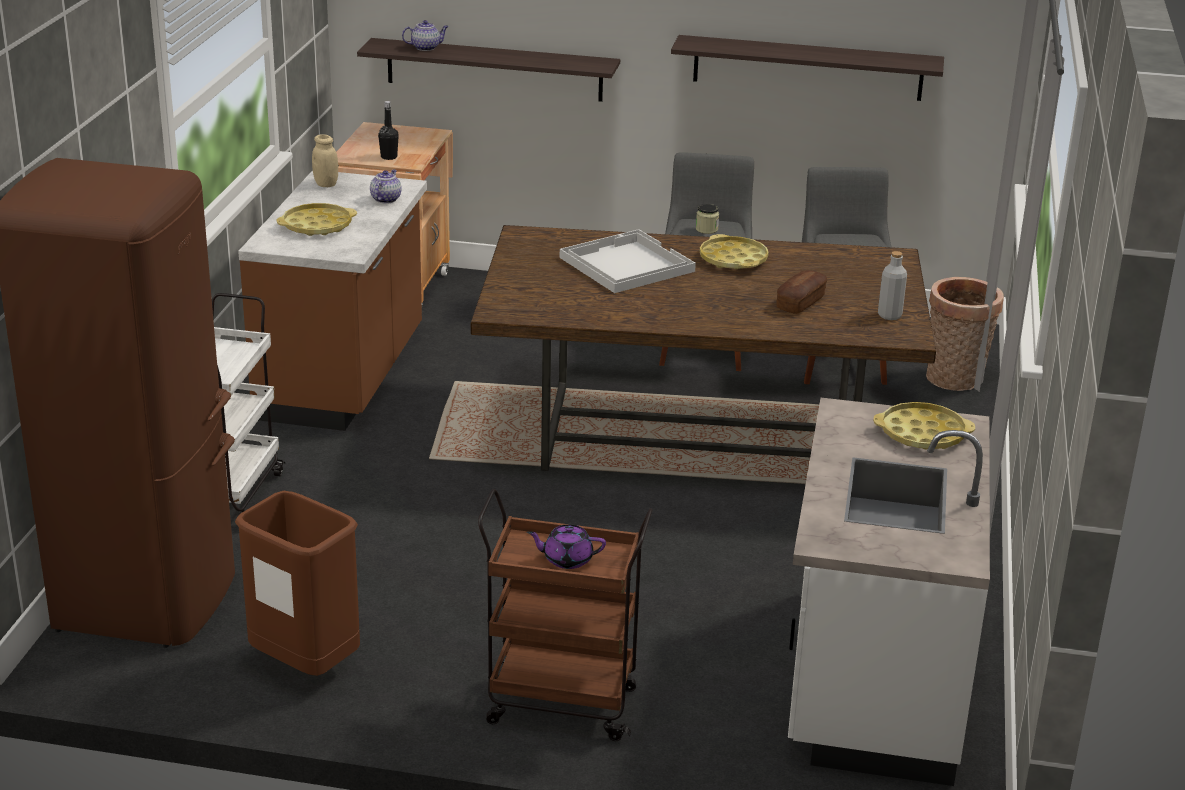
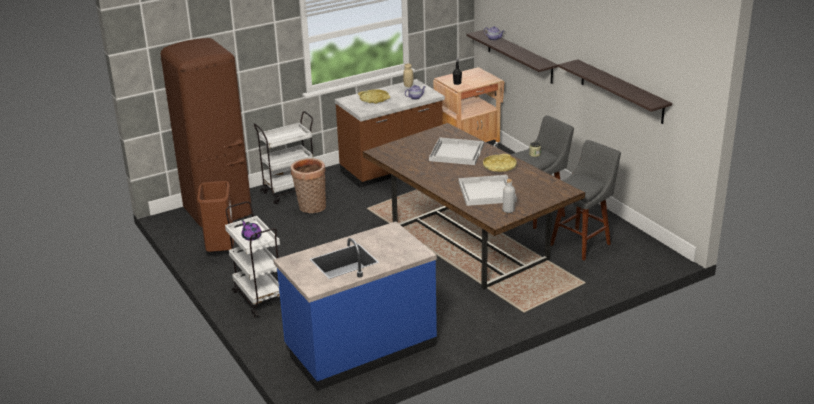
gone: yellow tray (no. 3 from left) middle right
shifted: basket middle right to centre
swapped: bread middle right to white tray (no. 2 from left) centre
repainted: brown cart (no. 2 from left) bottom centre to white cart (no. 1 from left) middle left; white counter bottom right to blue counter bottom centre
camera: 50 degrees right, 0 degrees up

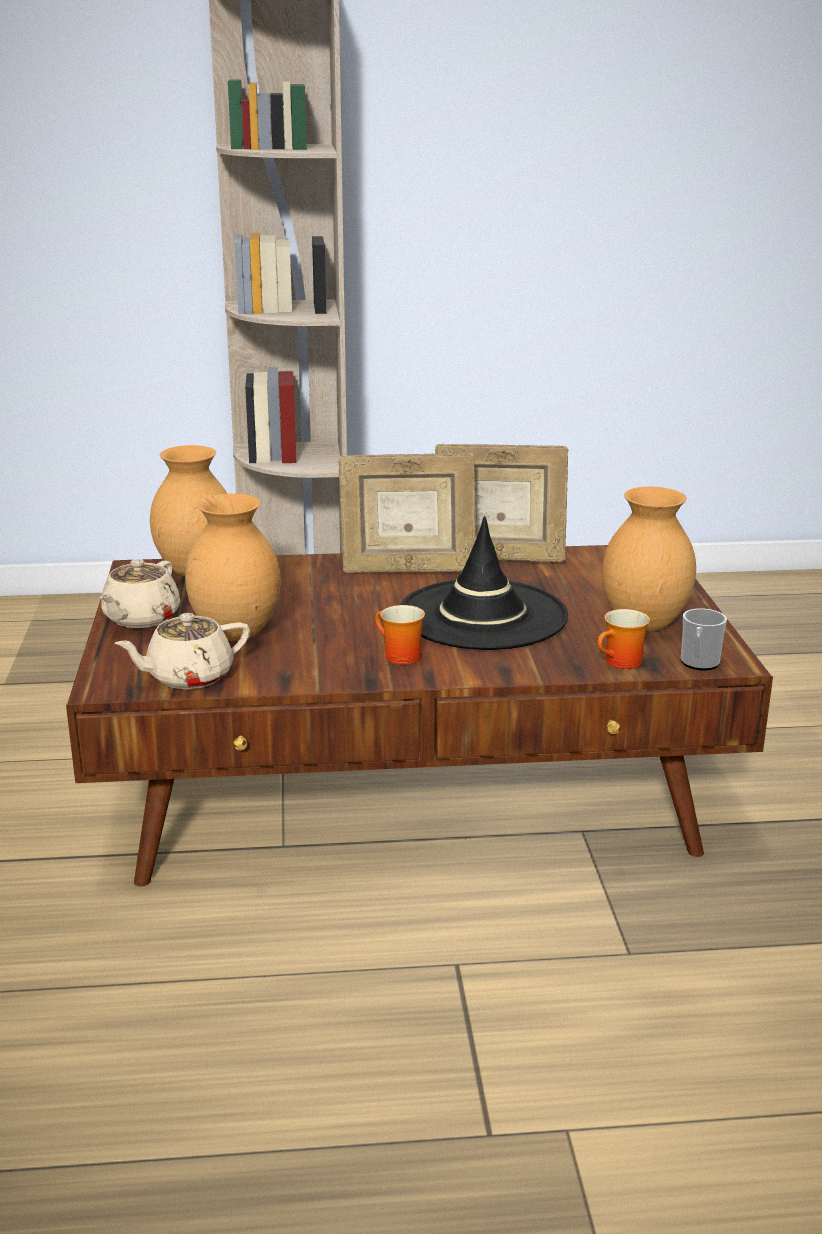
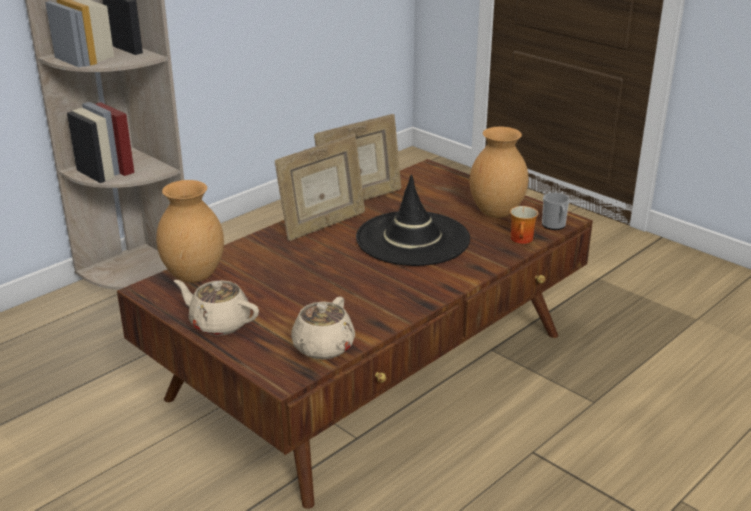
gone: brown vase (no. 2 from left) middle left; mug (no. 1 from left) centre
rotated: beige teapot (no. 1 from left) middle left = middle left 135 degrees clockwise
camera: 40 degrees left, 5 degrees up

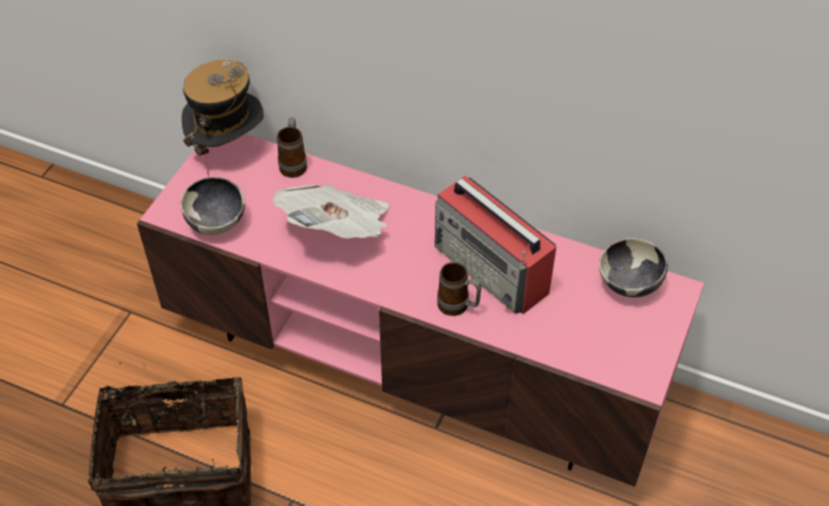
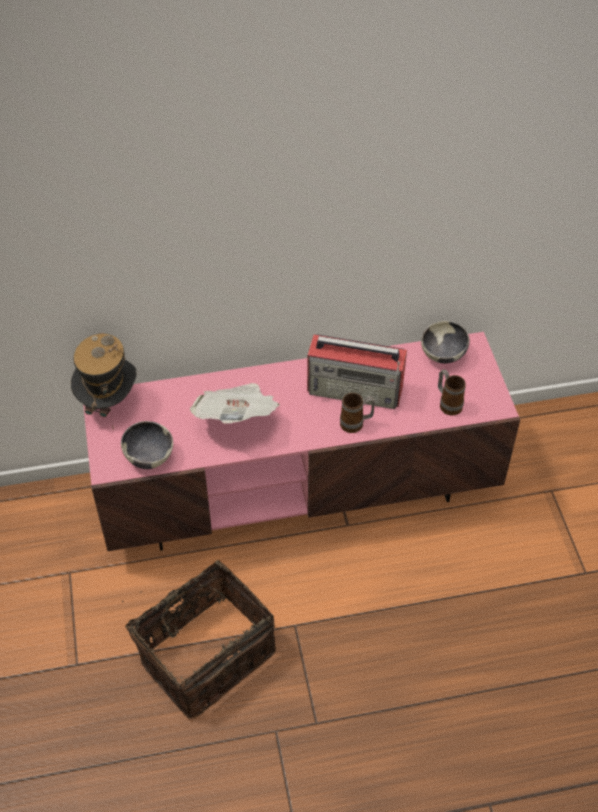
shifted: mug (no. 1 from left in the first image) top centre to mug (no. 2 from left) middle right
camera: 35 degrees left, 0 degrees up

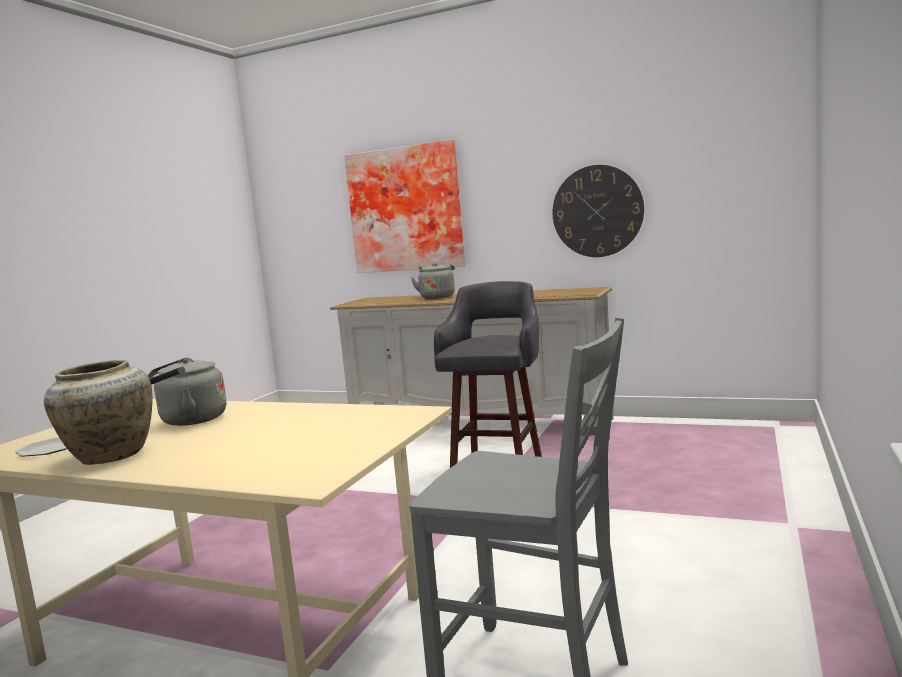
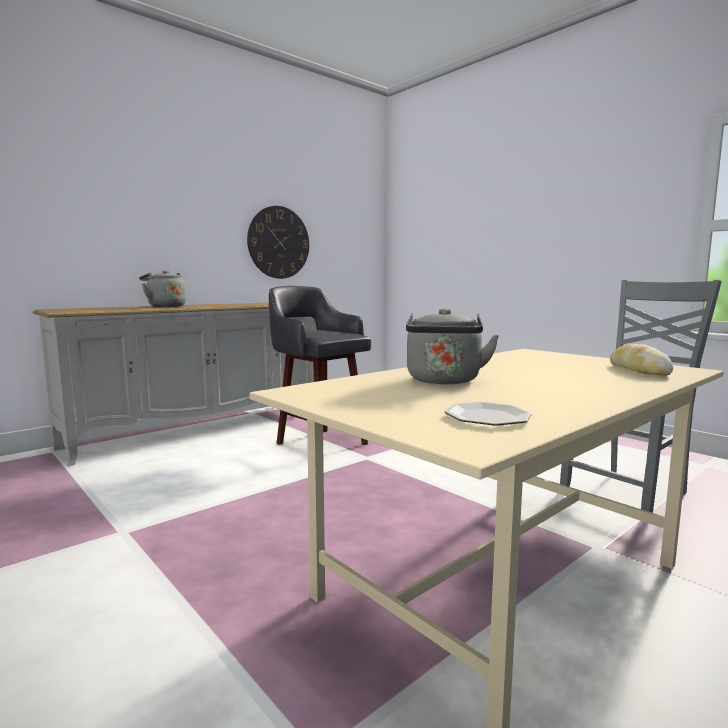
gone: beige vase middle left; picture top centre
new: bread middle right
camera: 65 degrees left, 0 degrees up

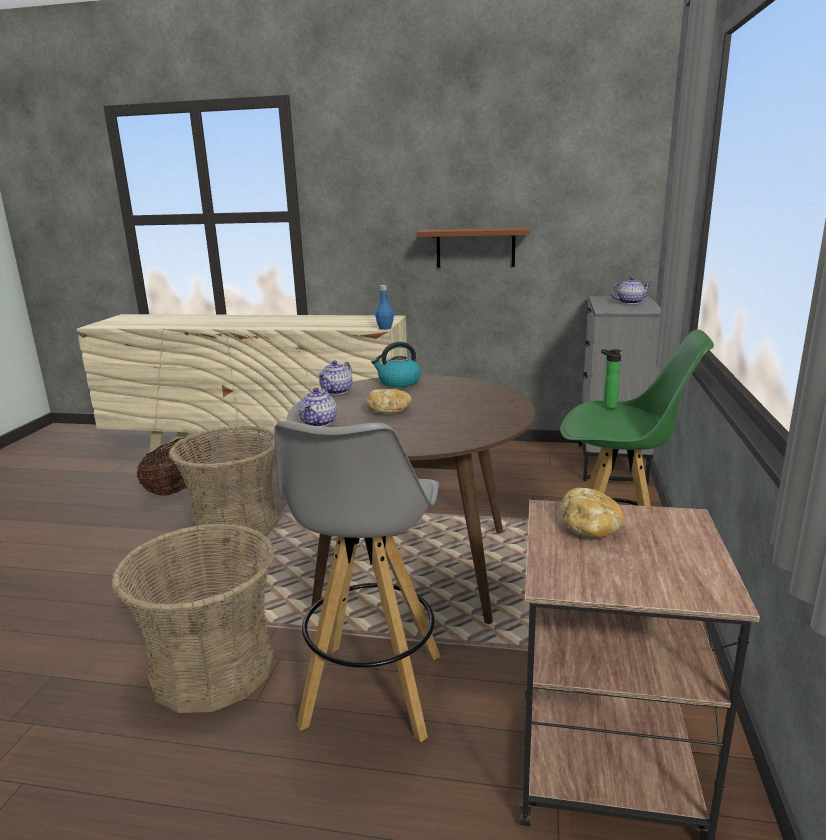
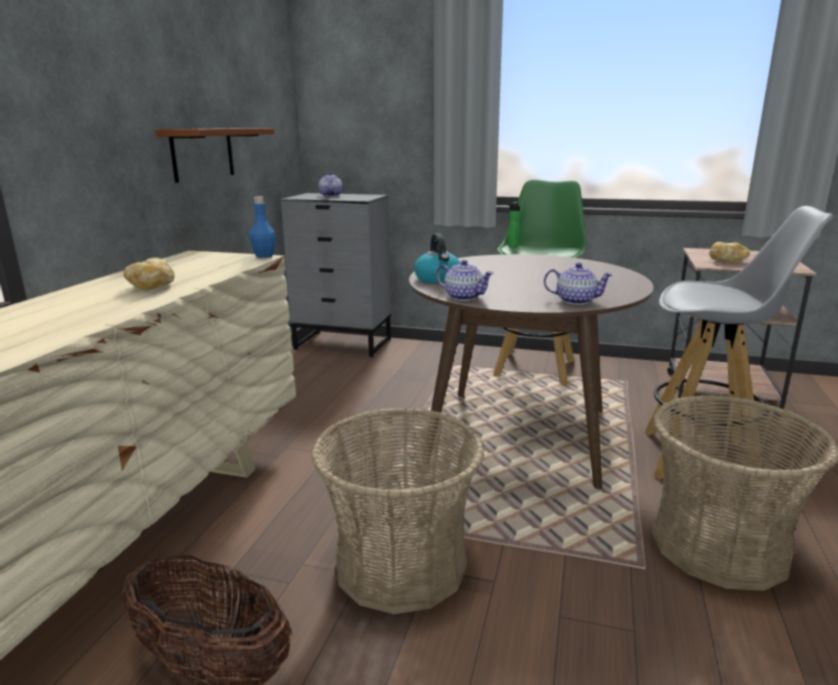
shifted: bread (no. 1 from left) centre to middle left
camera: 85 degrees left, 0 degrees up

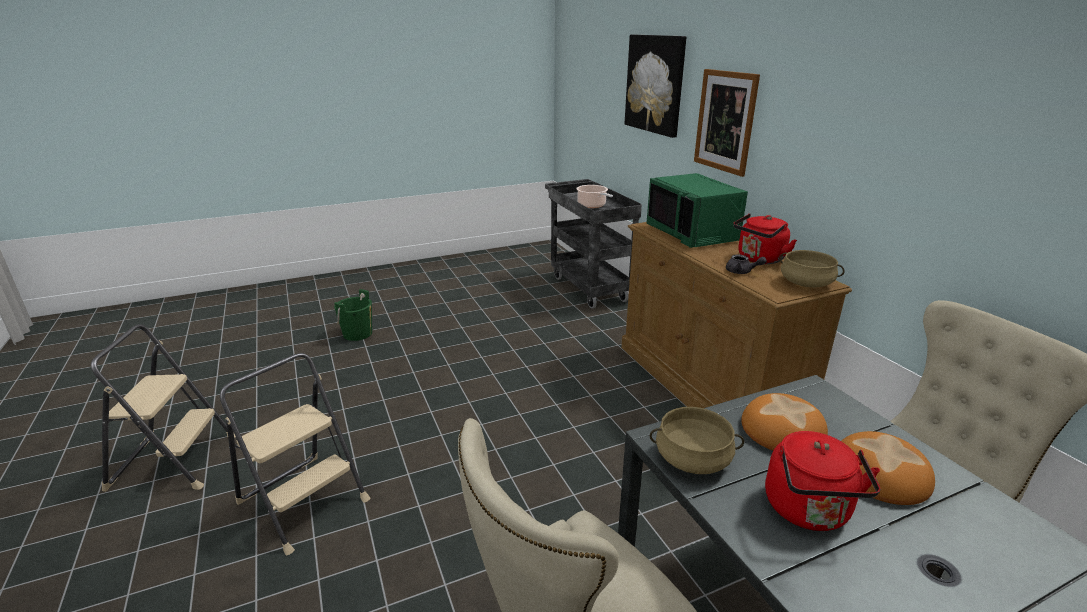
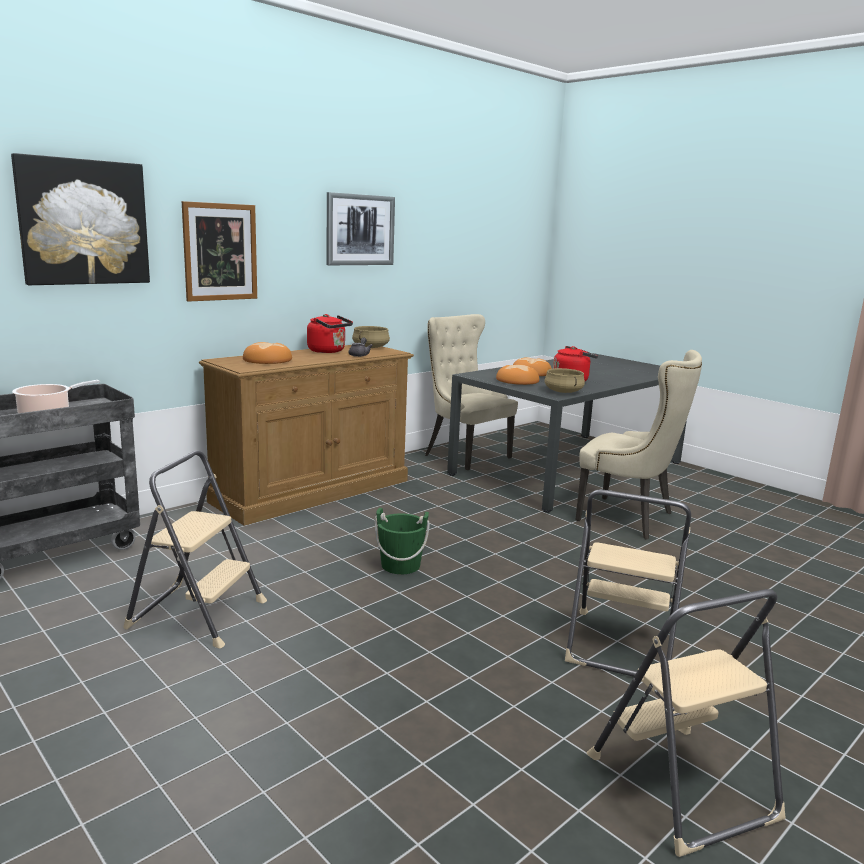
new: beige step ladder (no. 1 from left) middle left; picture (no. 3 from left) top centre
shifted: green bucket middle left to centre
swapped: green microwave centre to bread (no. 1 from left) middle left
camera: 110 degrees left, 10 degrees down

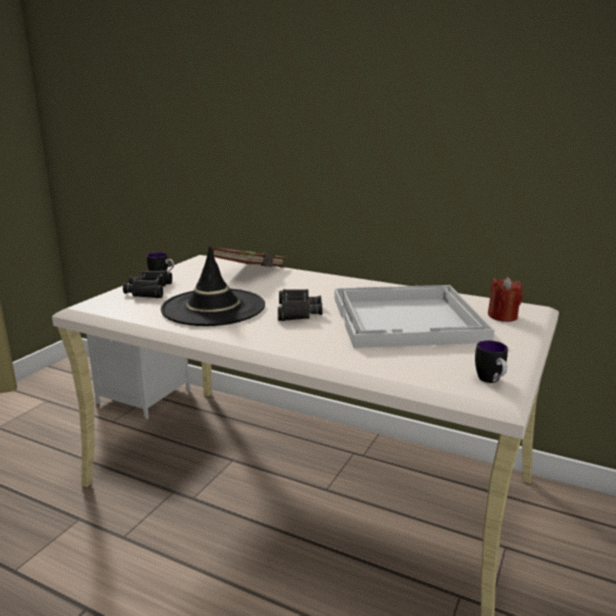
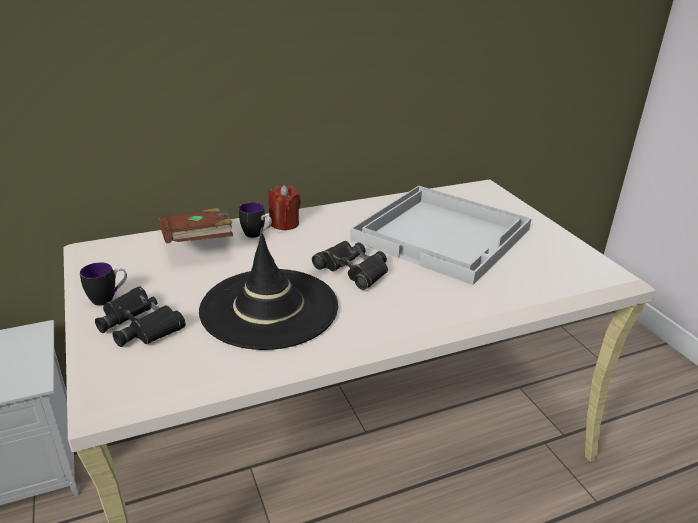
shifted: mug (no. 2 from left) middle right to centre; red candle middle right to centre
camera: 50 degrees left, 10 degrees up

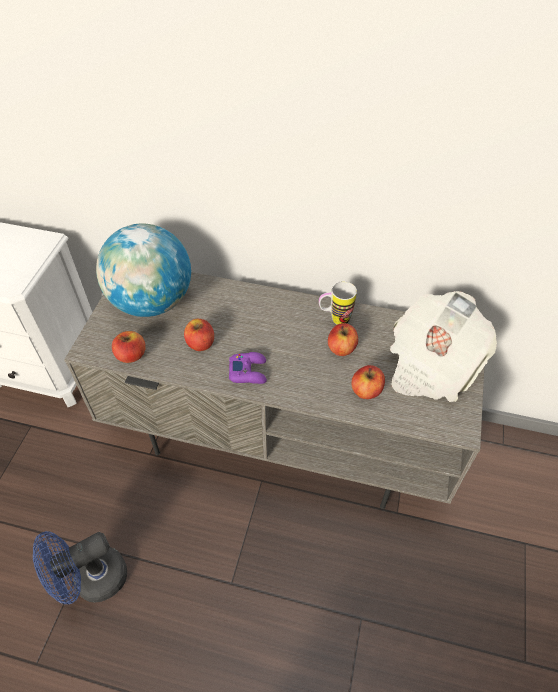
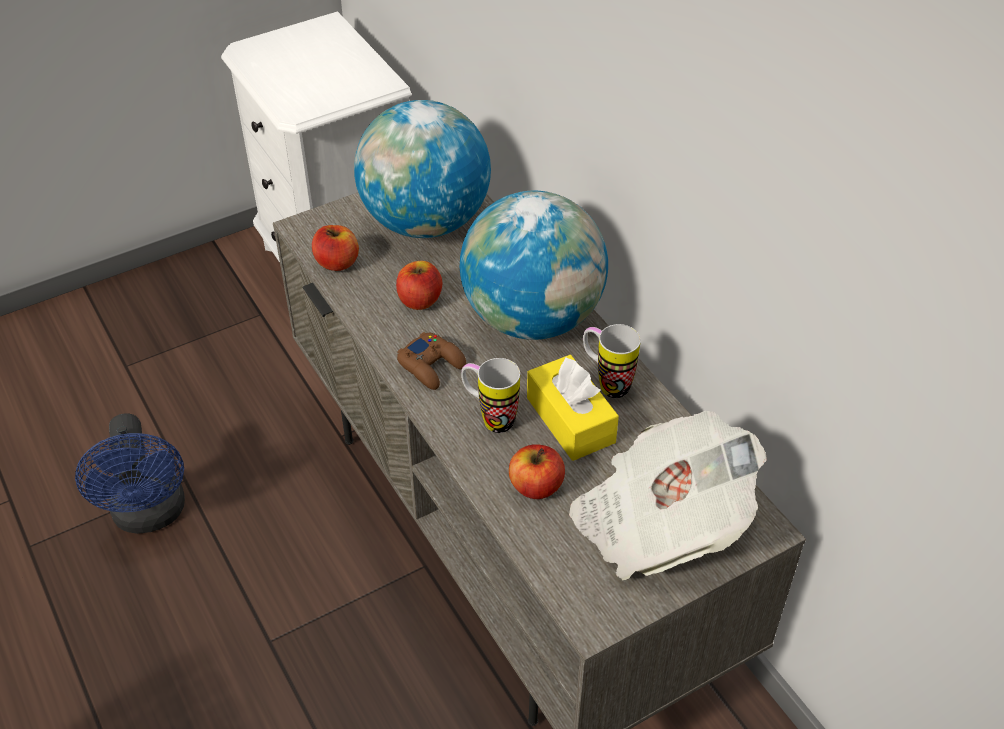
new: globe (no. 2 from left) centre; mug (no. 1 from left) centre
swapped: apple (no. 3 from left) centre to yellow tissue box centre
repainted: purple game controller centre to brown game controller centre
rotated: blue fan bottom left = middle left 120 degrees counterclockwise
camera: 45 degrees right, 5 degrees down

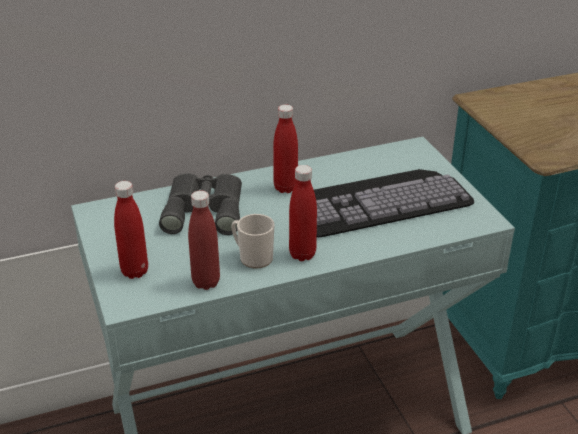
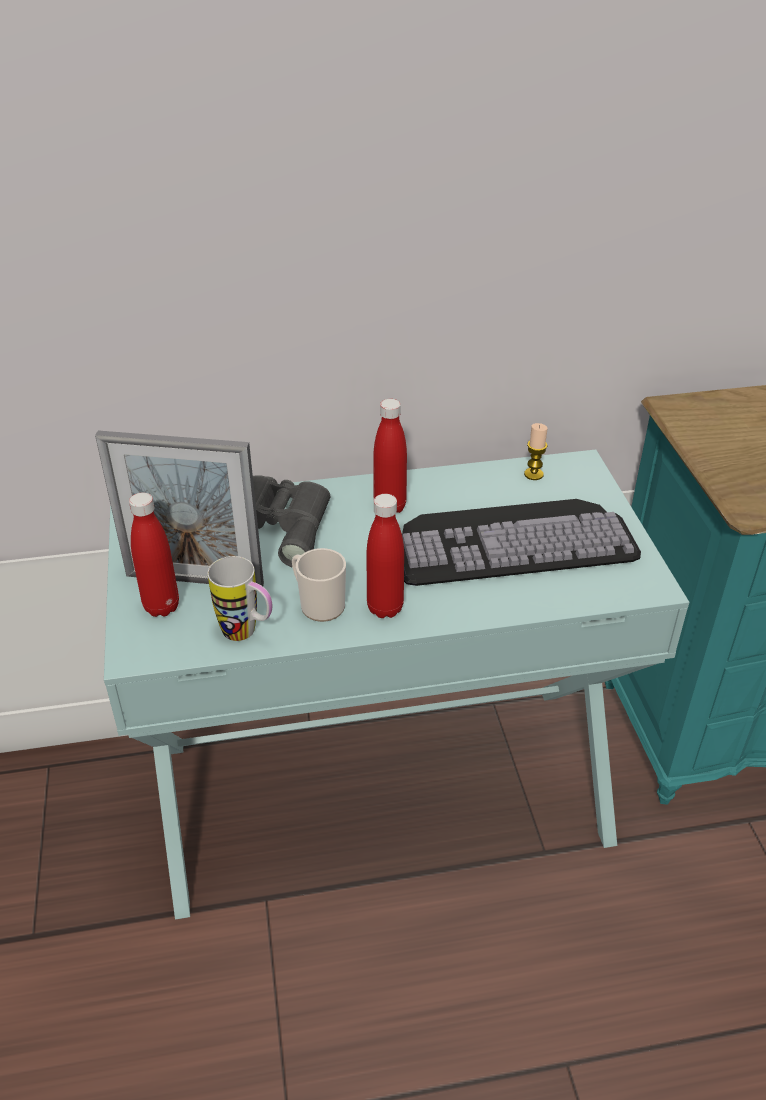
new: picture frame middle left; candle middle right
swapped: red bottle (no. 2 from left) centre to mug (no. 1 from left) middle left
camera: 10 degrees right, 5 degrees up

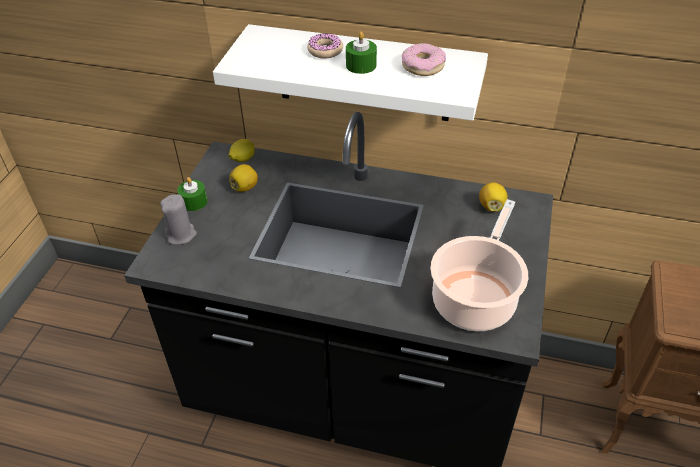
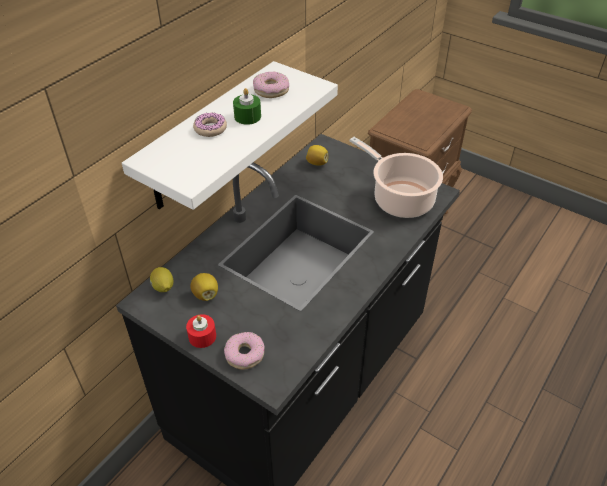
swapped: grey candle middle left to donut (no. 2 from left) bottom centre
repainted: green candle (no. 1 from left) middle left to red candle bottom left
camera: 70 degrees left, 0 degrees up

